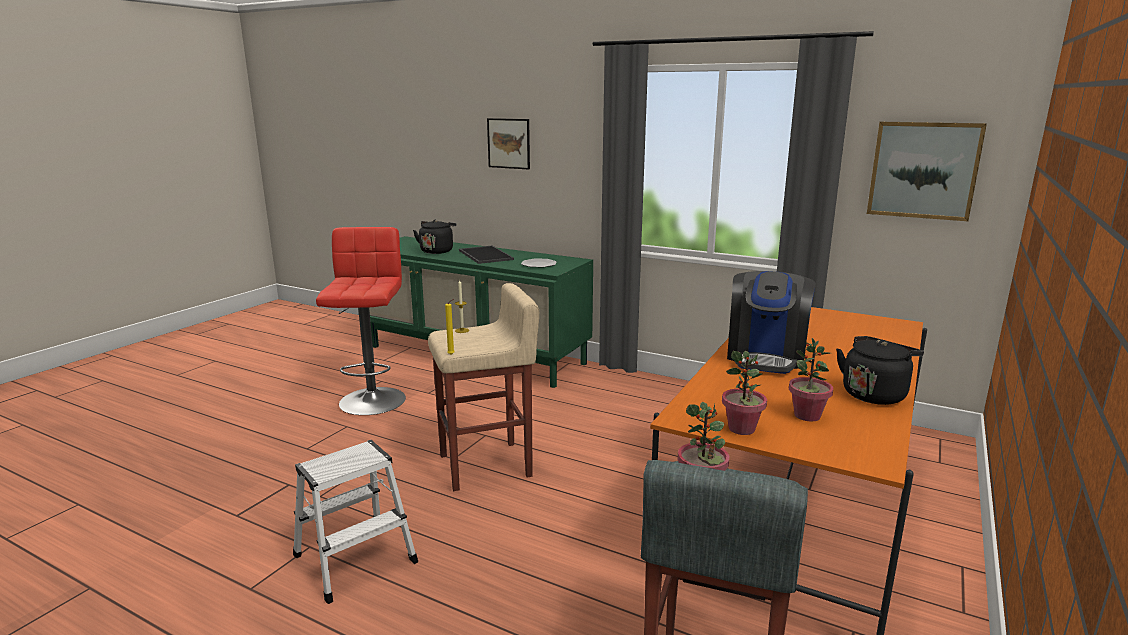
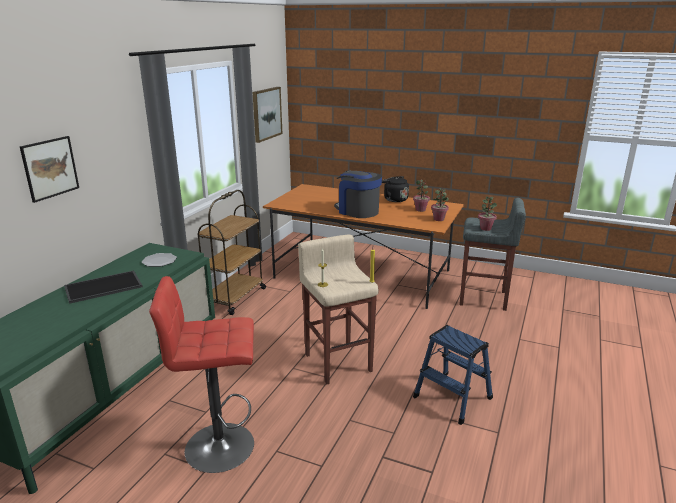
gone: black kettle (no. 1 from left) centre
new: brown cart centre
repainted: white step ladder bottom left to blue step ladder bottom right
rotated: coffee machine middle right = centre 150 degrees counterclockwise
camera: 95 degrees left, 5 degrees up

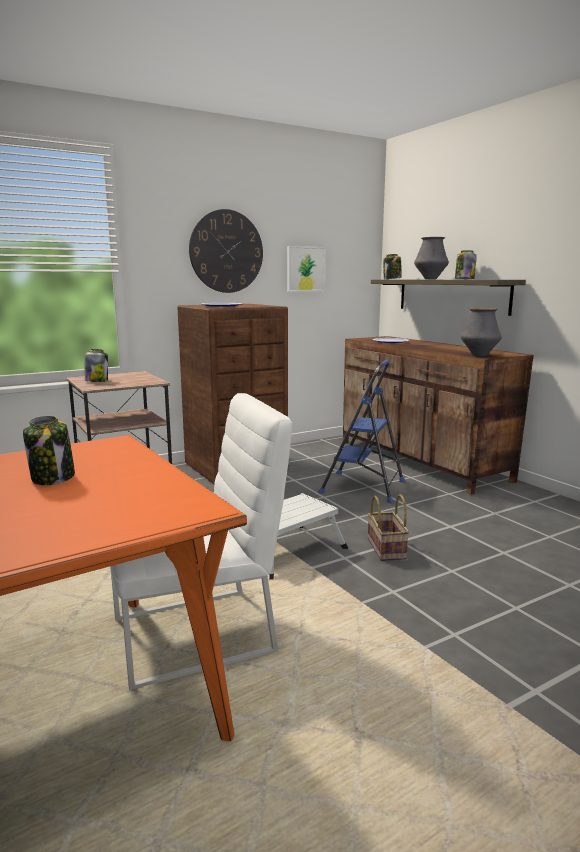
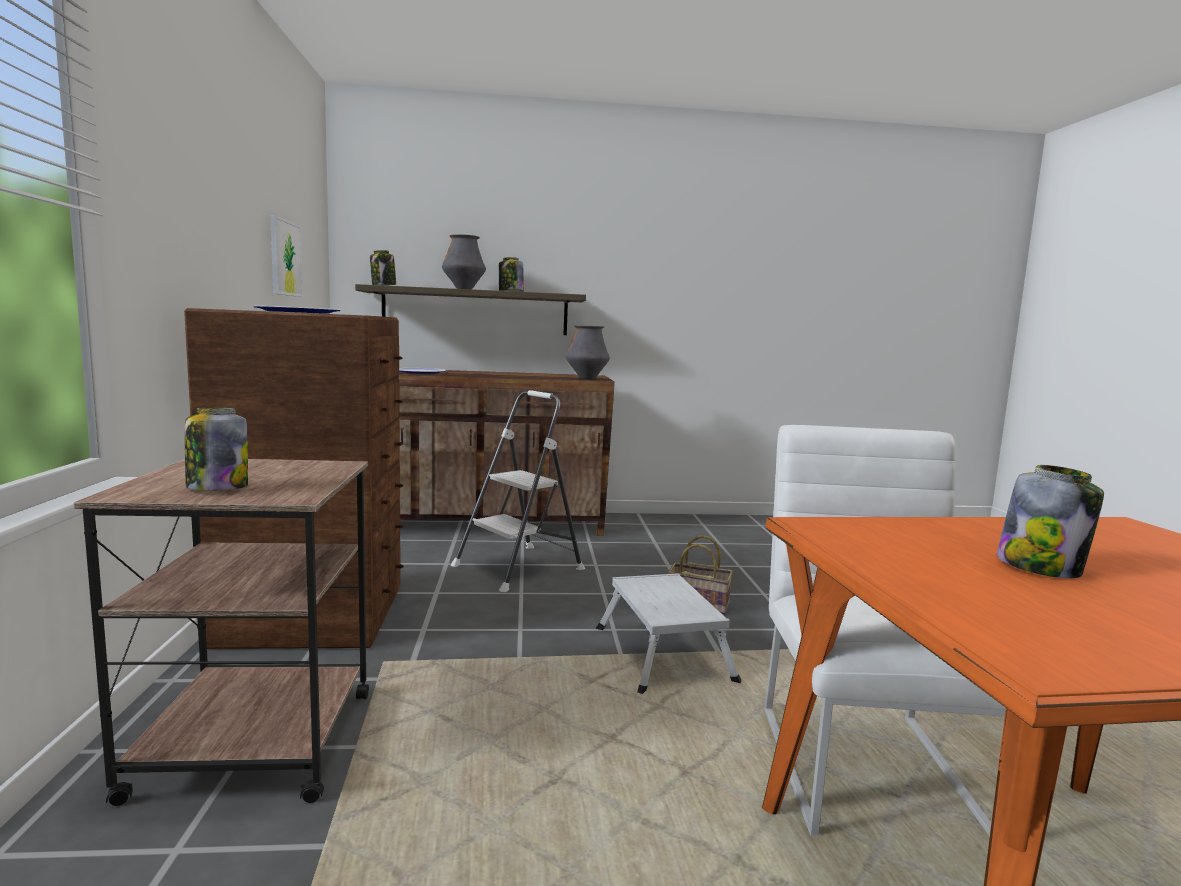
gone: wall clock top centre
repainted: blue step ladder centre to white step ladder (no. 1 from left) centre
camera: 65 degrees left, 5 degrees down

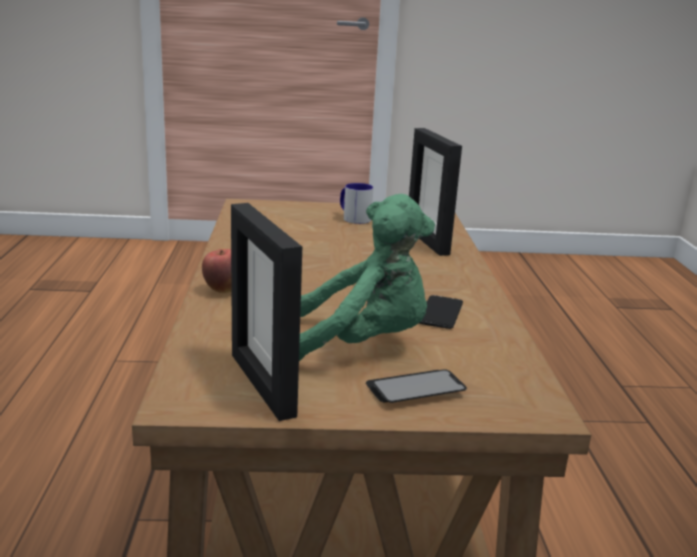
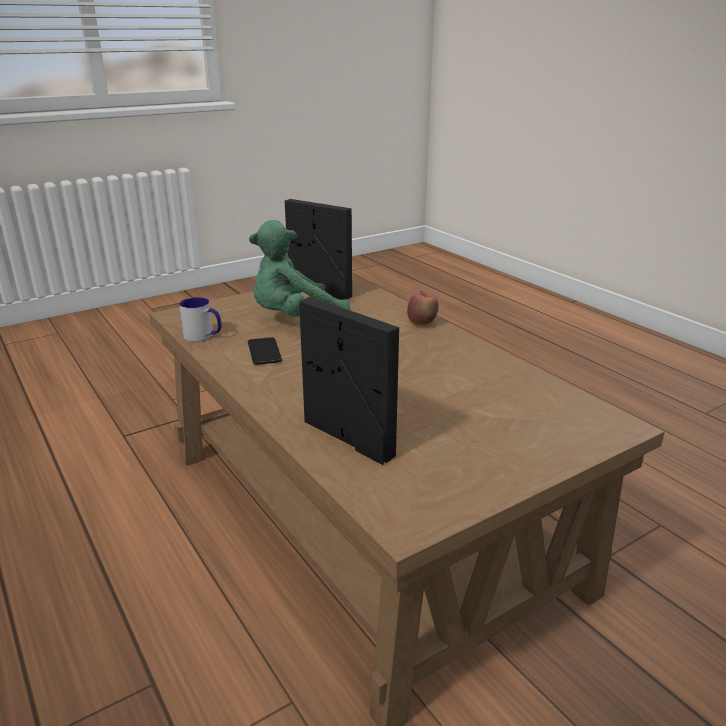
gone: phone (no. 1 from left) bottom centre
shifted: mug centre to middle left
camera: 150 degrees right, 5 degrees up

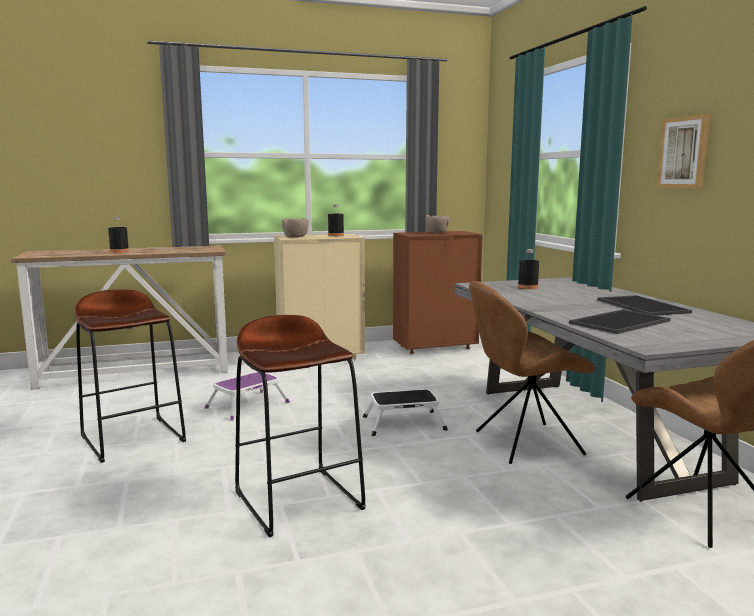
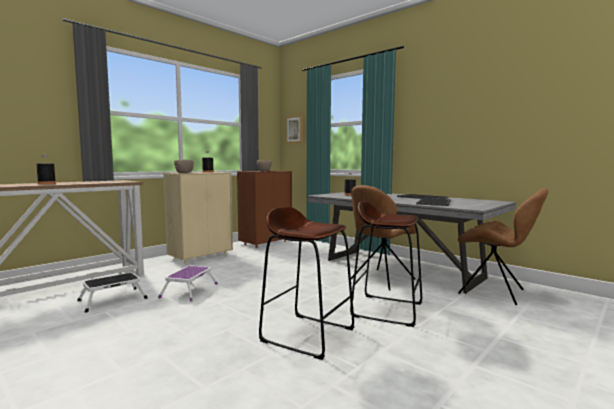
shifted: black step ladder bottom centre to bottom left; picture top right to top centre; brown stool (no. 1 from left in the first image) middle left to brown stool (no. 2 from left) centre
camera: 30 degrees left, 5 degrees down

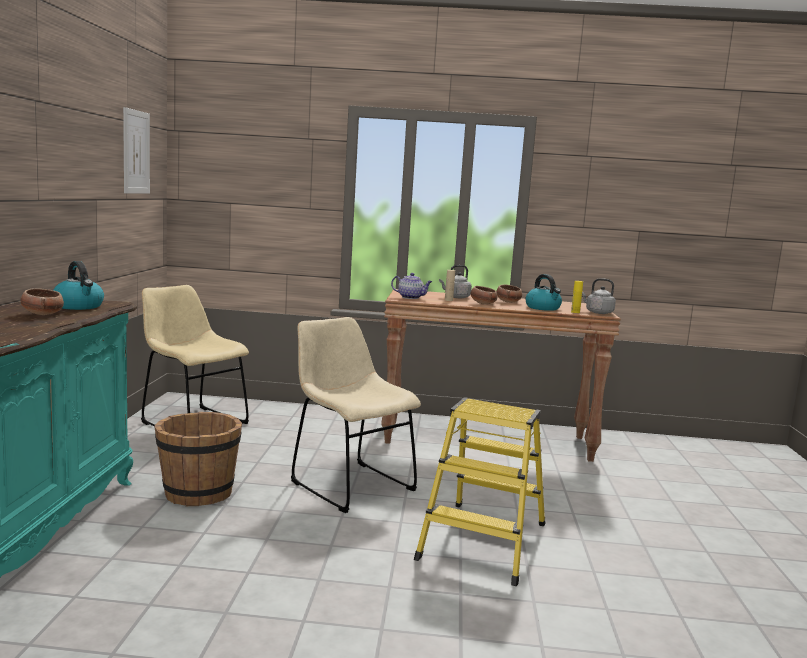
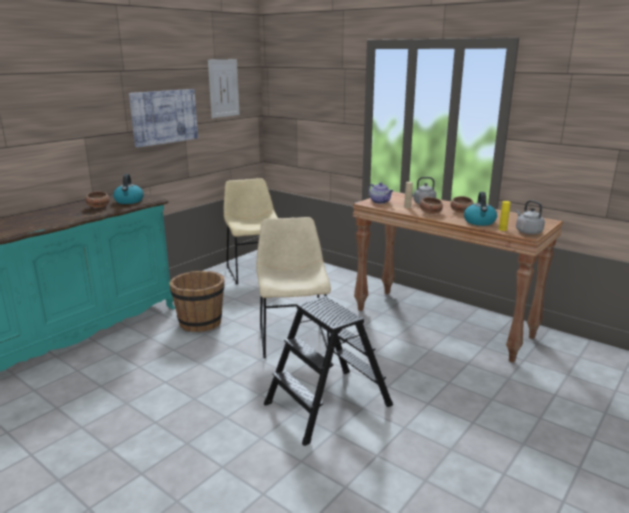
new: picture (no. 1 from left) top left
repainted: yellow step ladder bottom centre to black step ladder bottom centre
camera: 35 degrees right, 10 degrees up

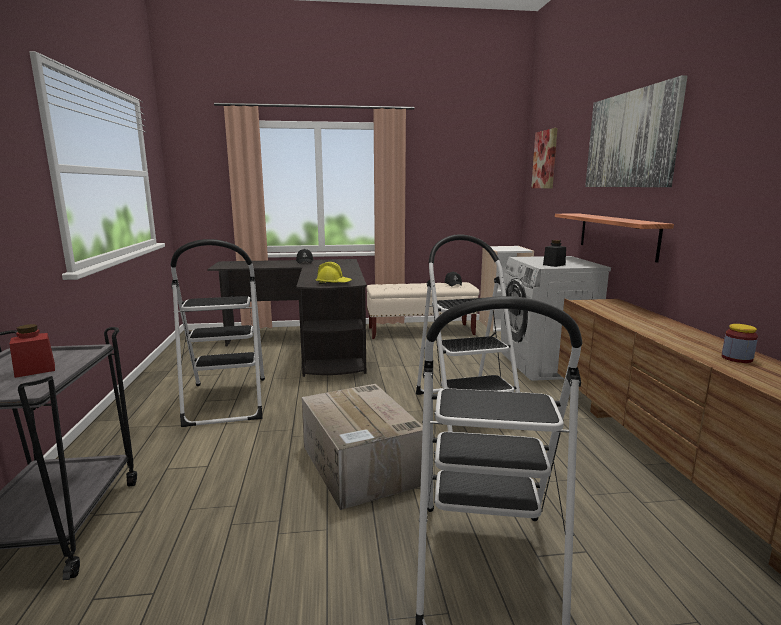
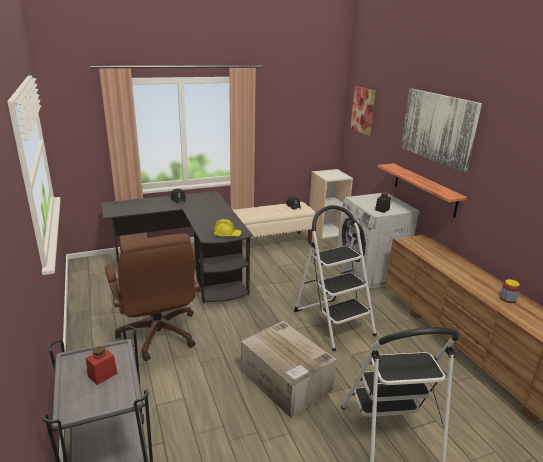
swapped: step ladder (no. 1 from left) middle left to brown office chair middle left
camera: 15 degrees left, 10 degrees up

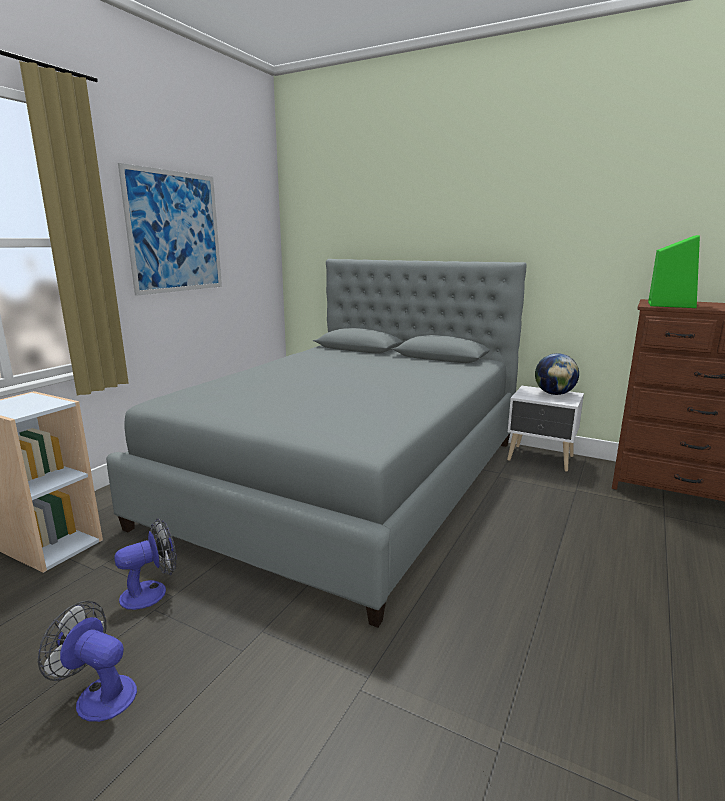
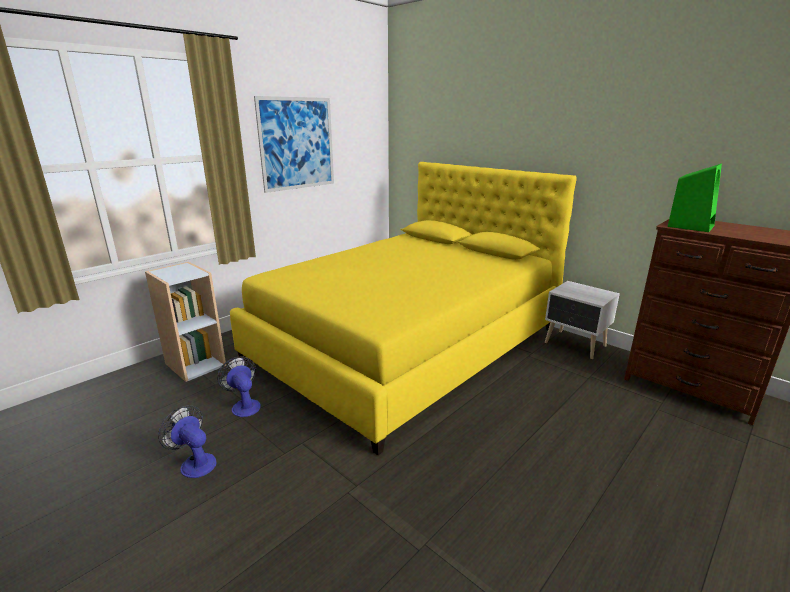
gone: globe middle right
repainted: grey bed centre to yellow bed centre
rotated: fan (no. 2 from left) bottom left = middle left 105 degrees counterclockwise
camera: 15 degrees right, 5 degrees up

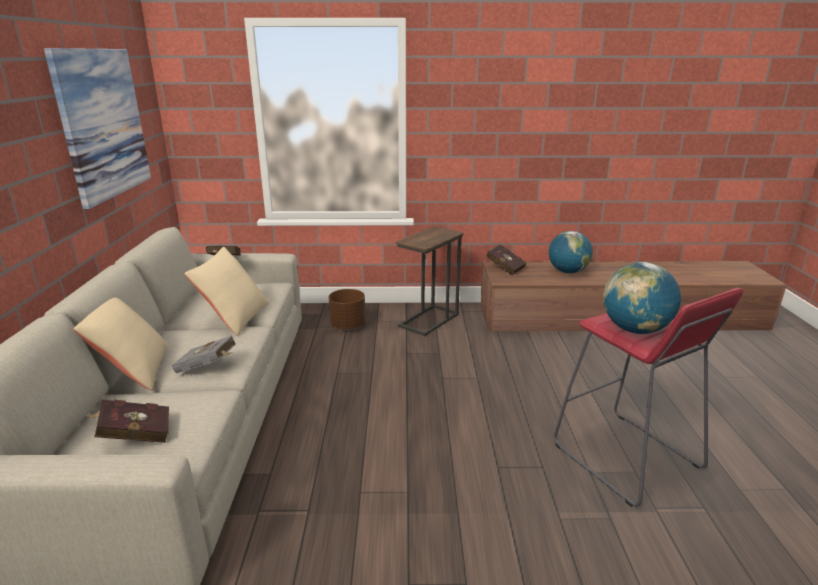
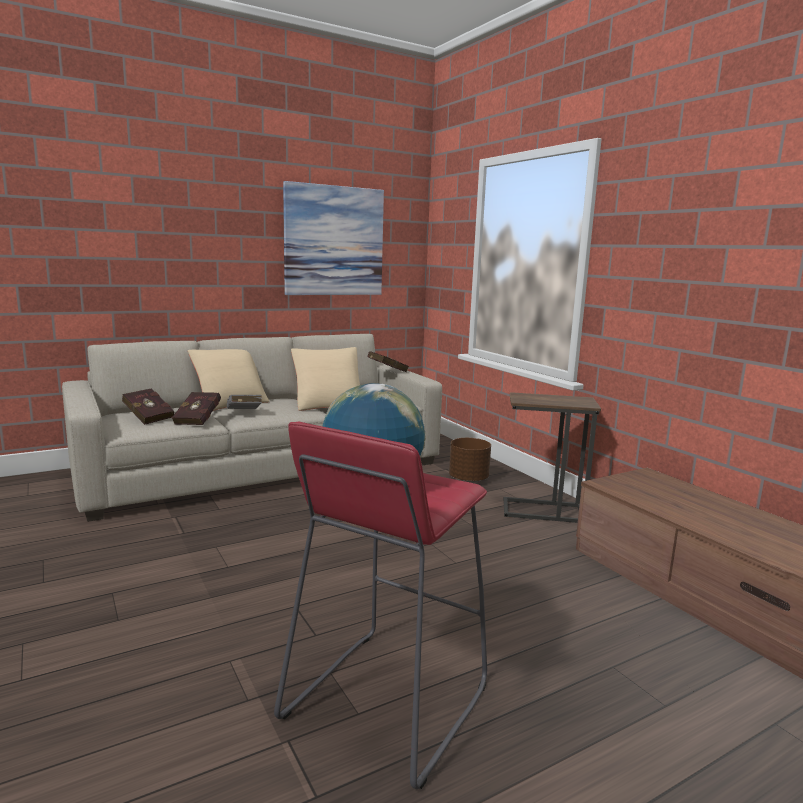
gone: globe (no. 1 from left) middle right
shifted: red book (no. 3 from left in the first image) centre to red book (no. 2 from left) middle left
camera: 60 degrees right, 10 degrees down

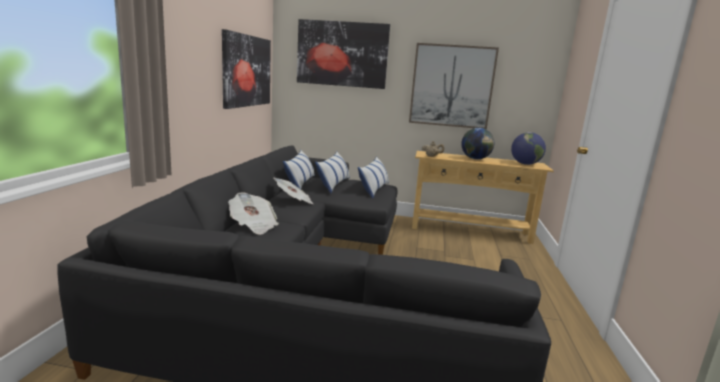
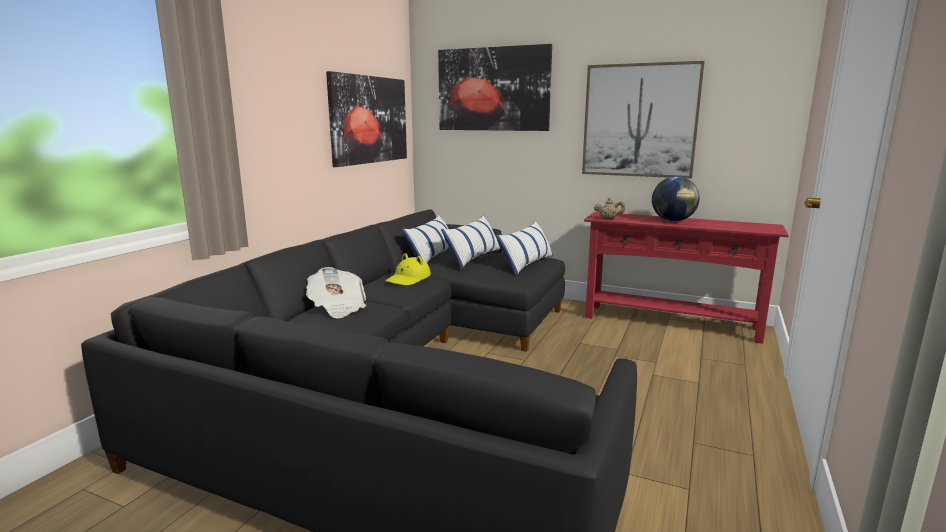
gone: globe (no. 2 from left) middle right
swapped: newspaper (no. 2 from left) centre to yellow hat centre
repainted: beige console table middle right to red console table middle right
camera: 15 degrees right, 0 degrees up

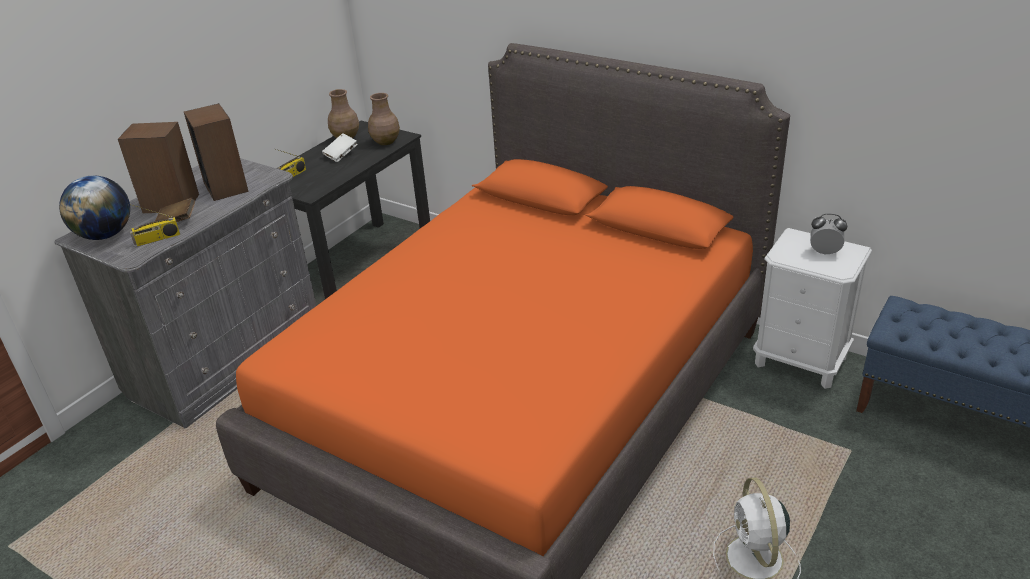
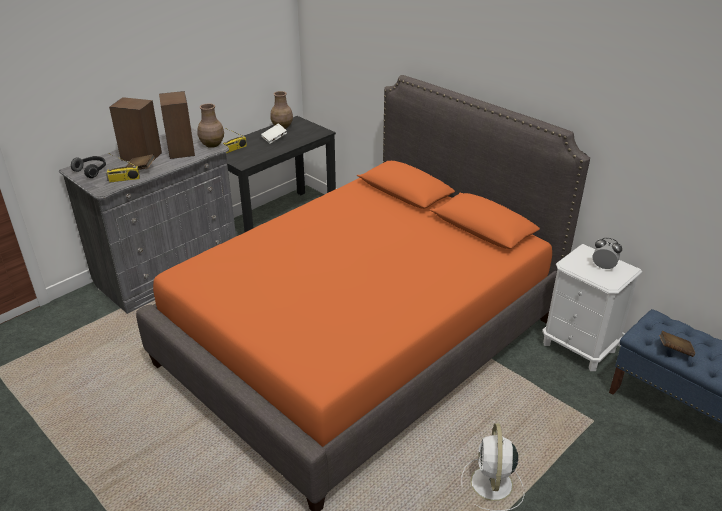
new: brown book (no. 2 from left) bottom right
shifted: brown vase (no. 2 from left in the first image) top centre to brown vase (no. 1 from left) top left
swapped: globe middle left to headphones top left
camera: 10 degrees right, 0 degrees up

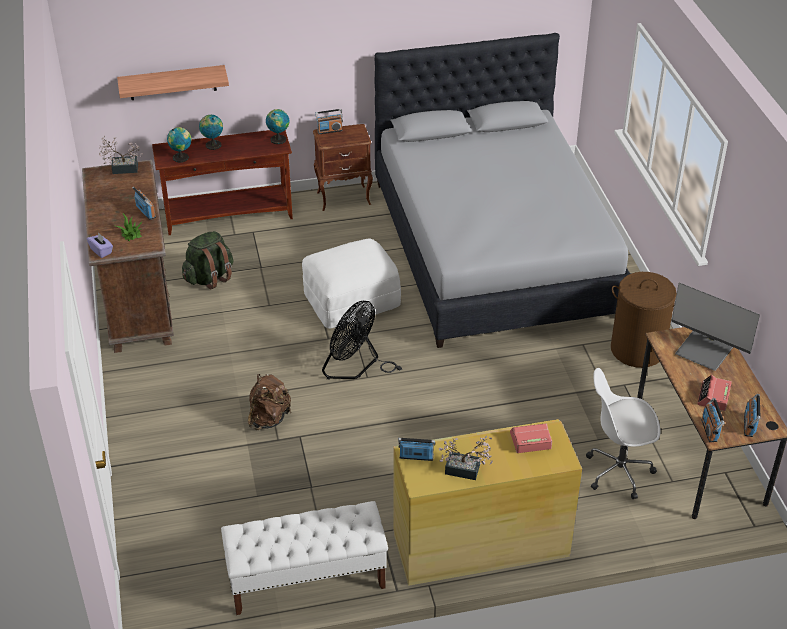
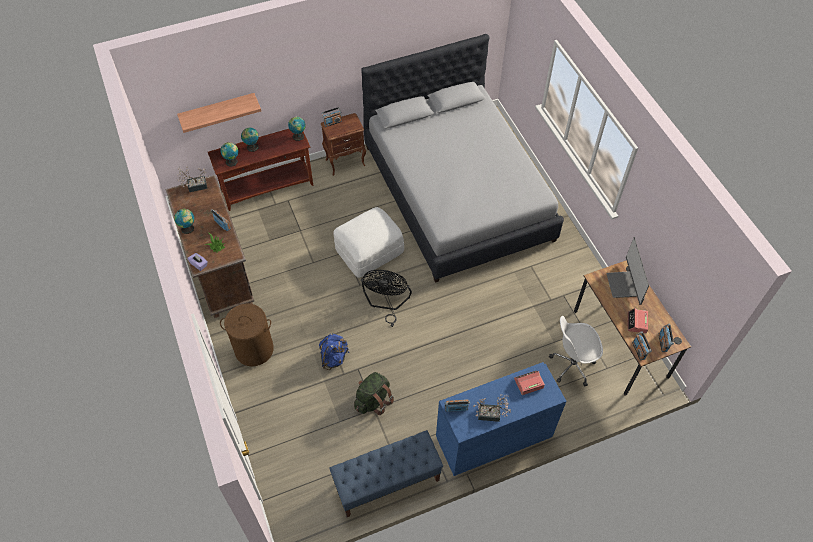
new: globe (no. 1 from left) middle left
shifted: brown laundry basket middle right to middle left; green backpack middle left to bottom centre
repainted: brown backpack centre to blue backpack centre; white bench bottom centre to blue bench bottom centre; yellow cabinet bottom centre to blue cabinet bottom centre
rotated: black fan centre = centre 75 degrees clockwise; monitor middle right = middle right 60 degrees clockwise
camera: 10 degrees left, 15 degrees up

